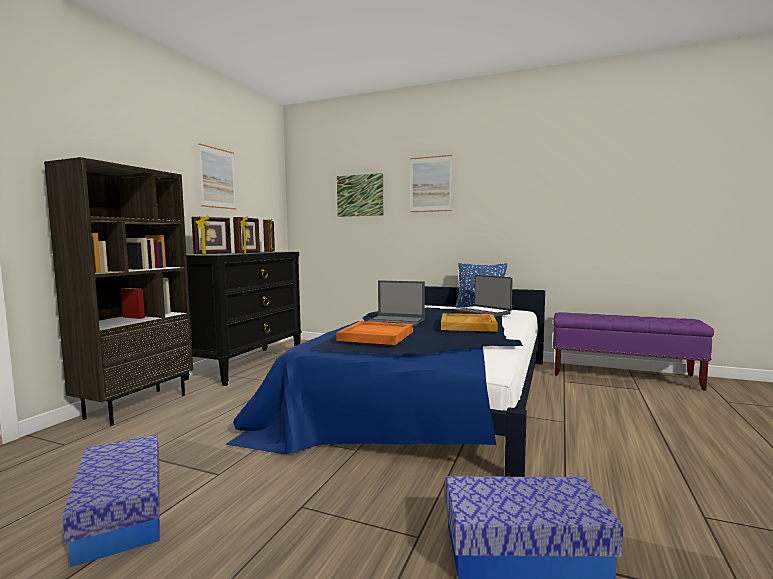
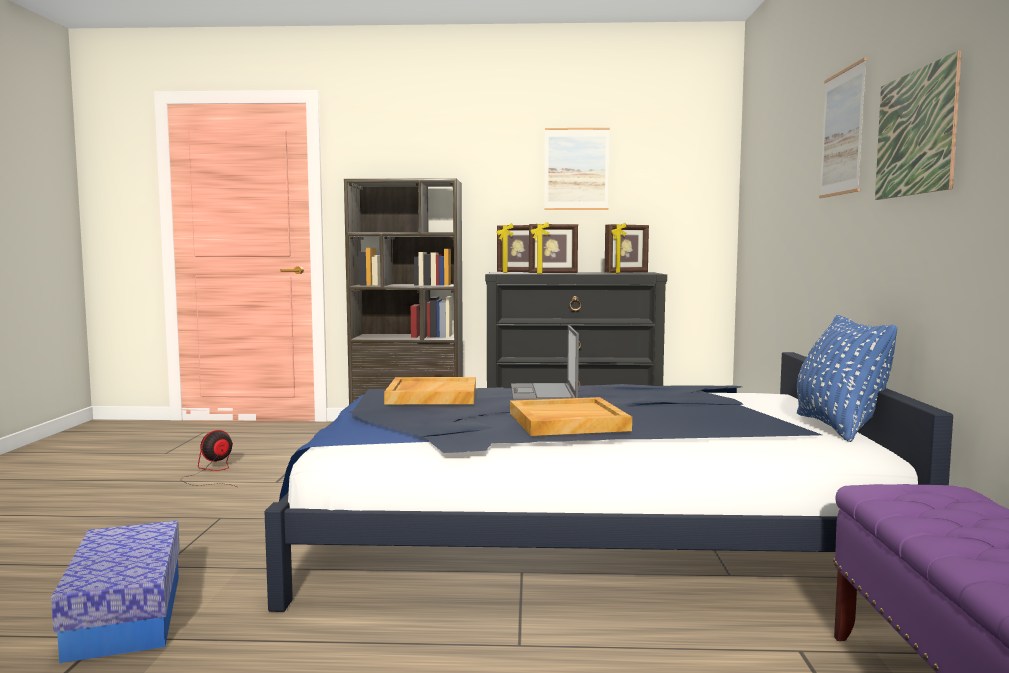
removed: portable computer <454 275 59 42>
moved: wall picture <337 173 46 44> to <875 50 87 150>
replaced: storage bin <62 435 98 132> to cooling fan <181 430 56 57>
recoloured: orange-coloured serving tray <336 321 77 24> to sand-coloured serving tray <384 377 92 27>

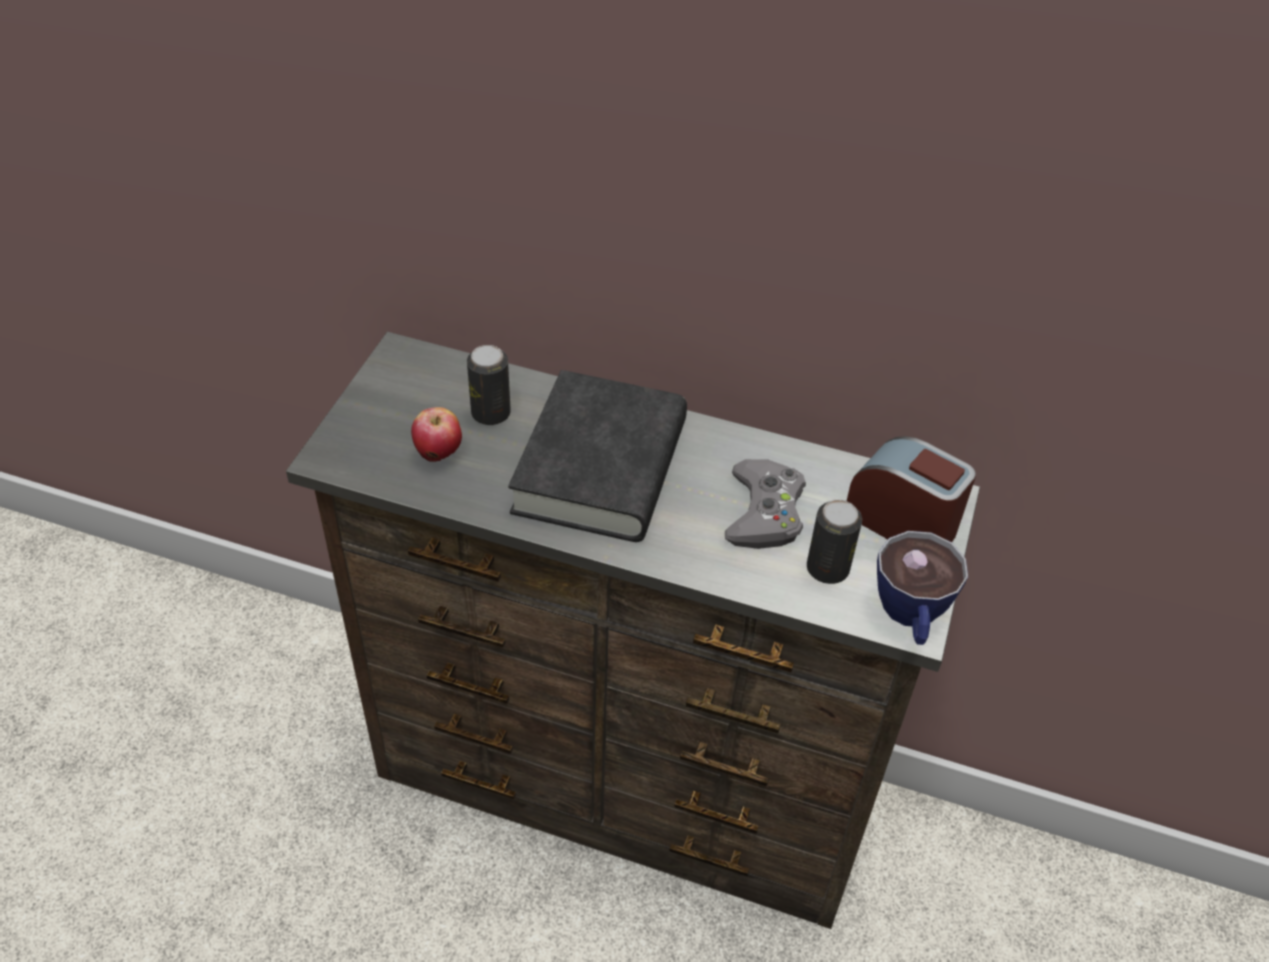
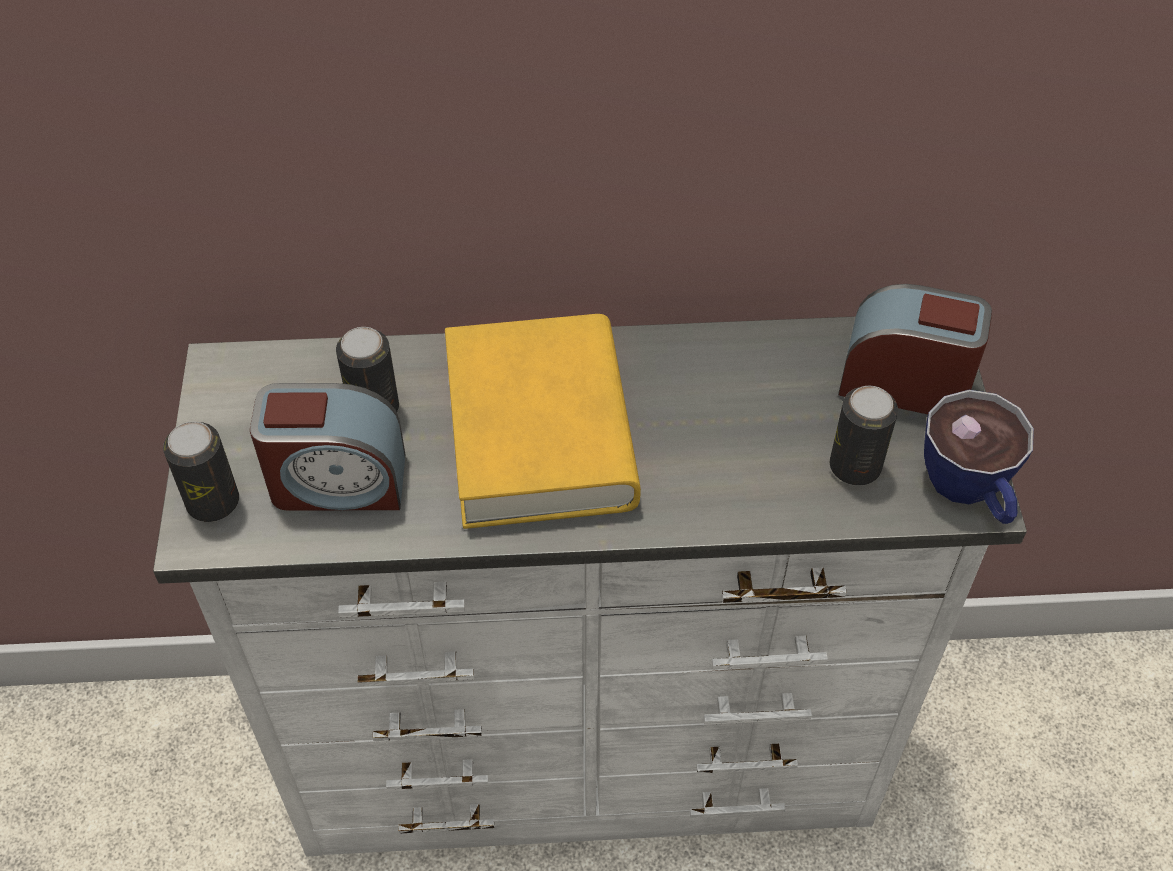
removed: greyish joypad <725 459 81 90>
added: can <163 421 76 101>
replaced: apple fruit <411 407 51 55> to bedside clock <250 383 155 127>
recoloured: brownish chest of drawers <286 332 694 597> to white-coloured chest of drawers <153 316 874 541>; blackish book <508 370 179 172> to yellow book <445 314 196 215>

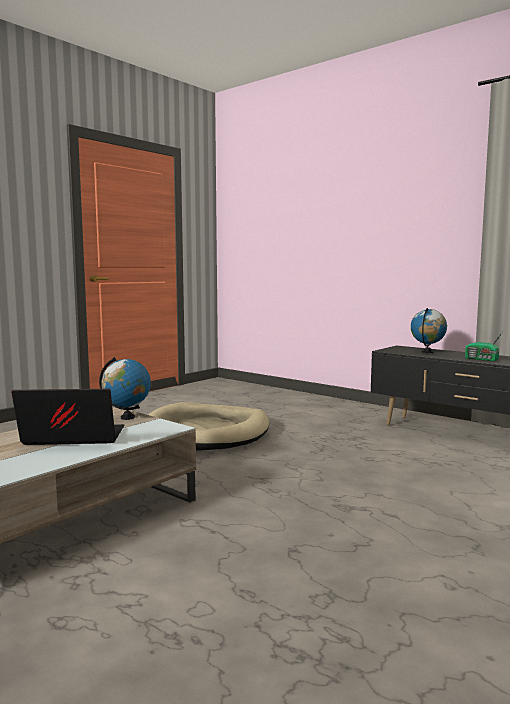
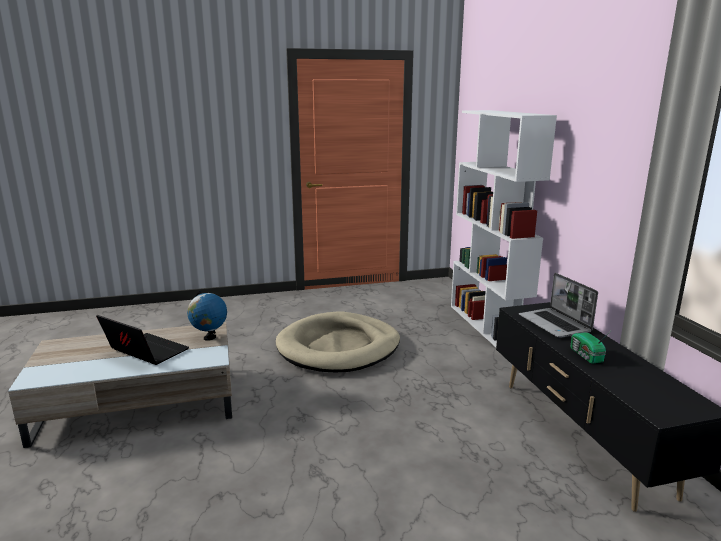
added: white-coloured shelving unit <451 110 106 237>
replaced: world globe <411 308 36 45> to portable computer <519 273 79 65>

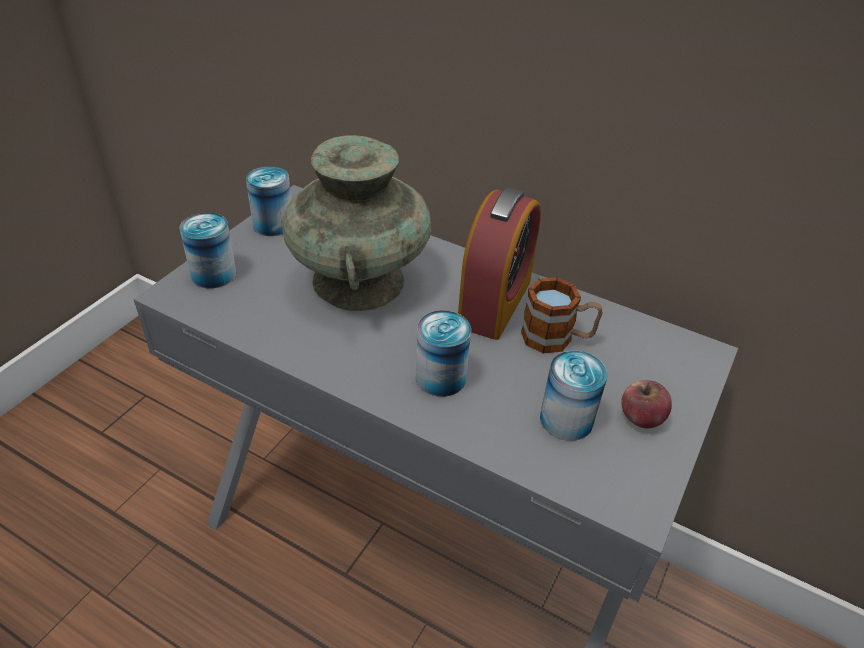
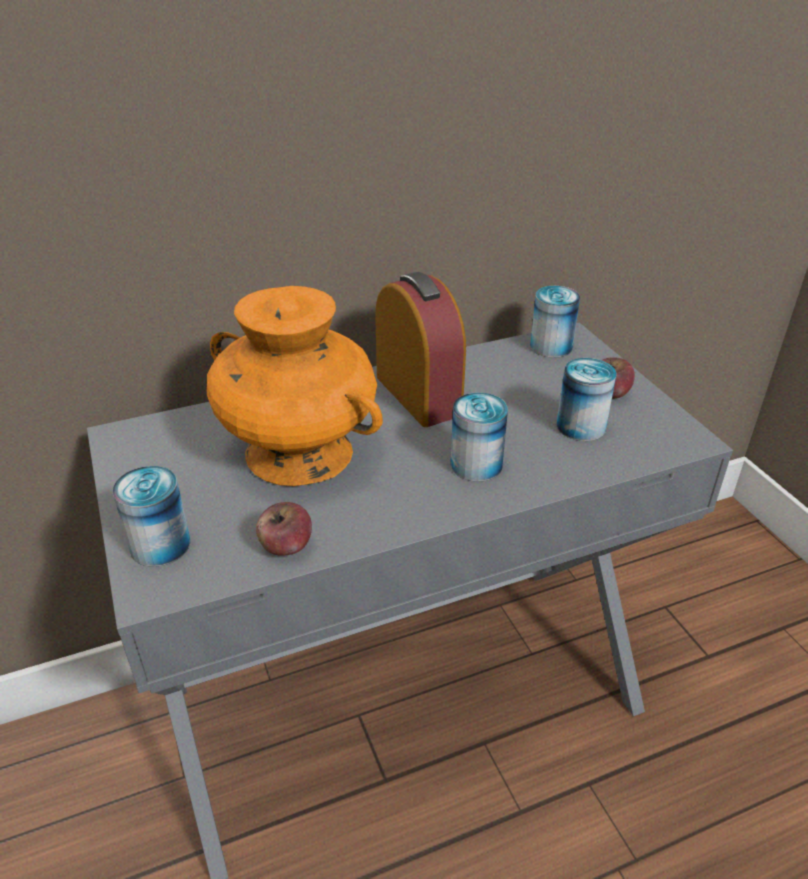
removed: tea mug <521 277 82 76>
added: apple fruit <256 502 56 54>
moved: can <246 167 45 69> to <530 286 50 71>
recoloured: blue-green vase <282 135 149 176> to orange-coloured vase <207 286 176 200>

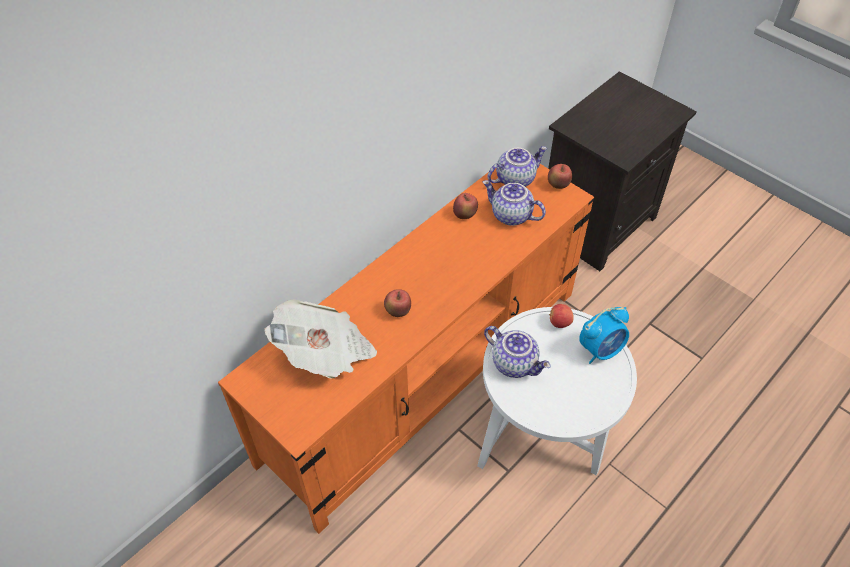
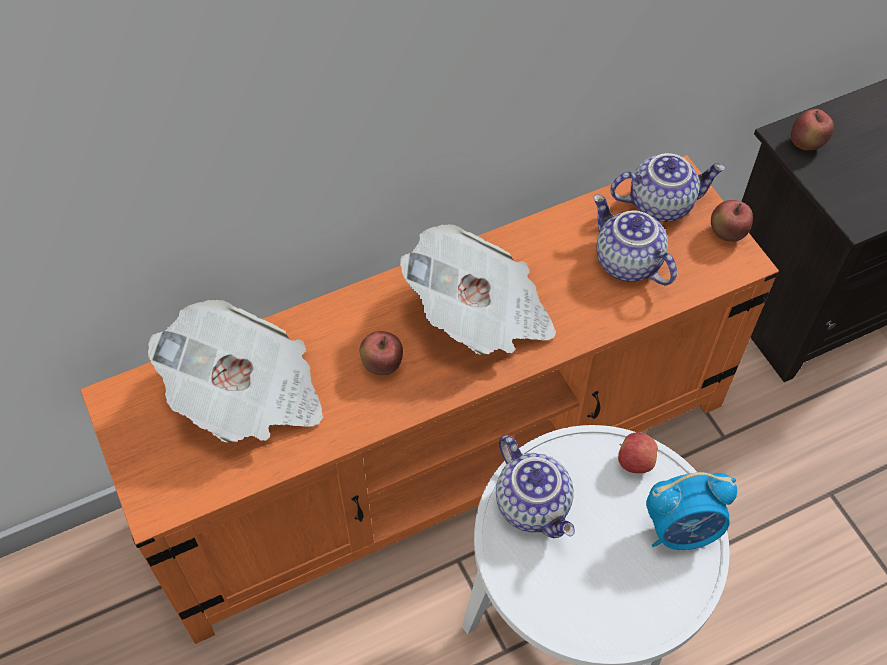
added: newspaper <400 224 156 132>
moved: apple fruit <453 193 25 26> to <791 109 43 41>

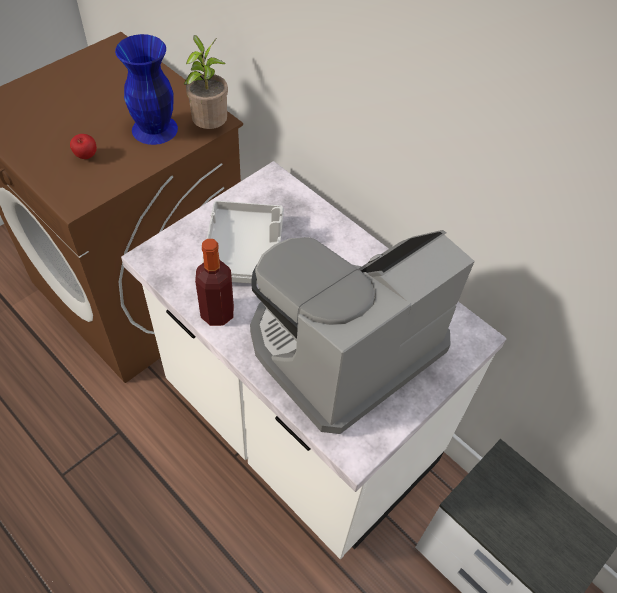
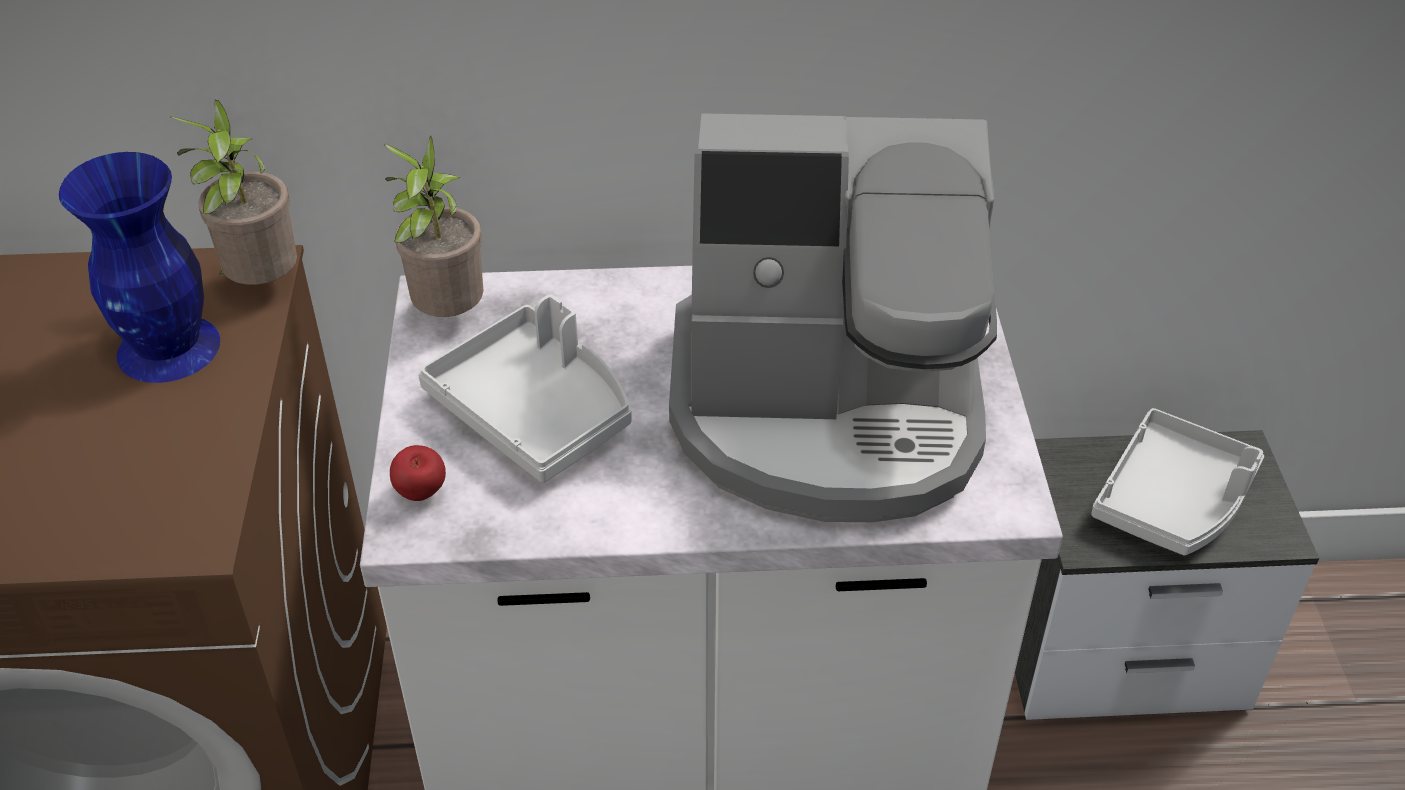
removed: drink bottle <195 239 39 87>
added: plant in a pot <384 136 100 181>; greyish serving tray <1091 408 173 148>
moved: apple fruit <70 134 27 25> to <390 445 56 56>
turned: coffee machine <250 230 225 204> = <669 113 328 409> 90 degrees counterclockwise

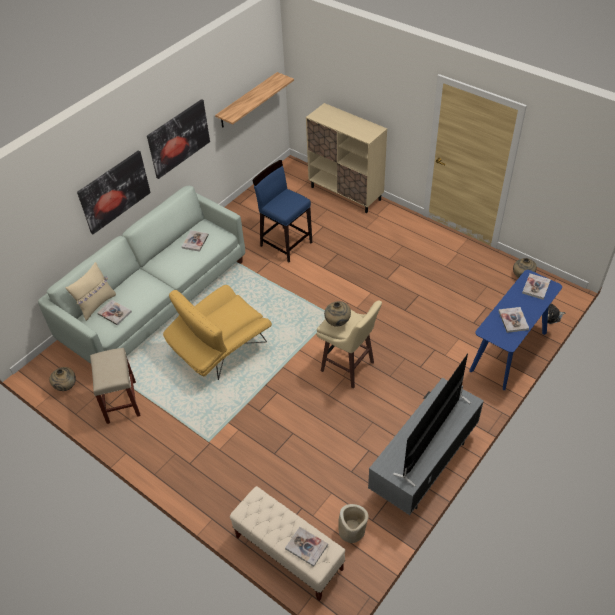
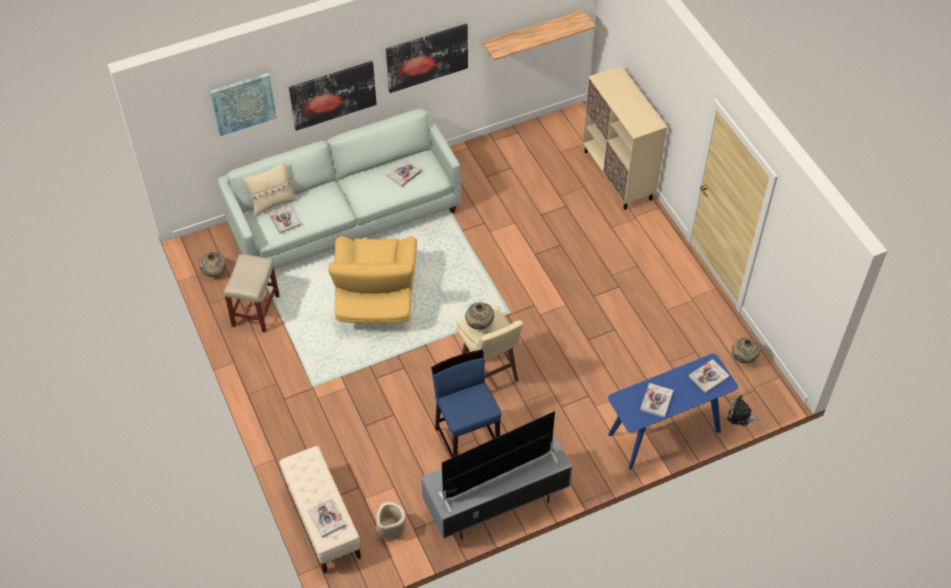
added: wall picture <210 73 67 63>
moved: bluish sitting stool <252 160 60 102> to <431 350 70 108>
turned: yellow armchair <163 285 109 95> = <328 236 89 87> 75 degrees counterclockwise

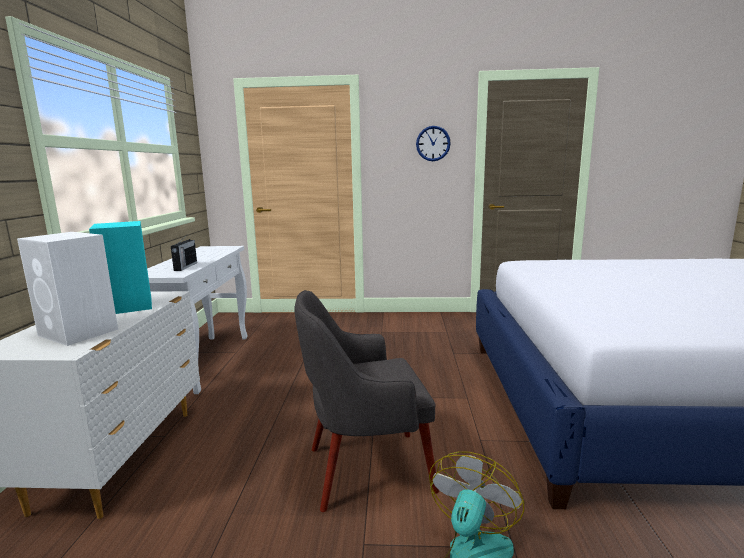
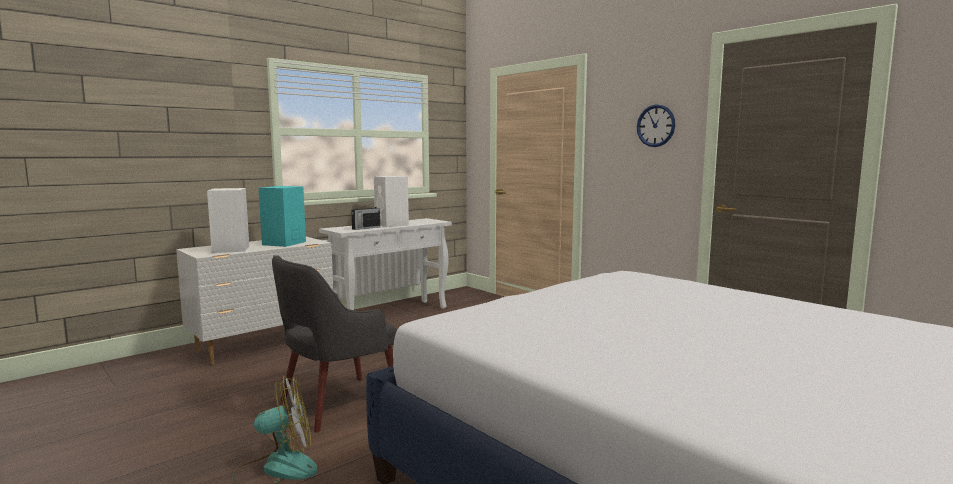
added: white-coloured loudspeaker <374 176 35 51>
turned: greyish armchair <294 290 145 222> = <272 255 125 178> 75 degrees counterclockwise

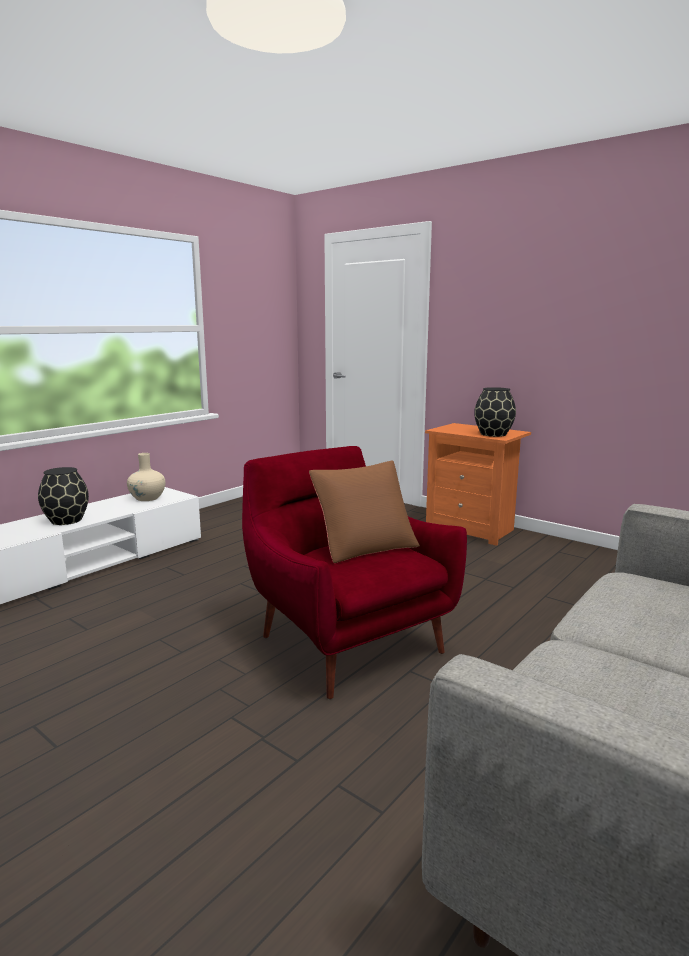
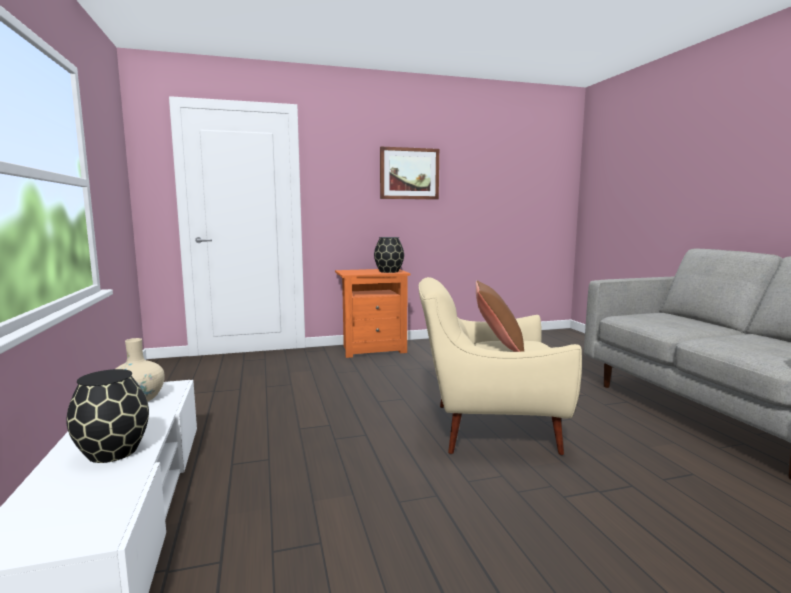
added: wall picture <380 147 59 52>
recoloured: red-coloured armchair <242 446 225 253> to sand-coloured armchair <419 277 163 178>

